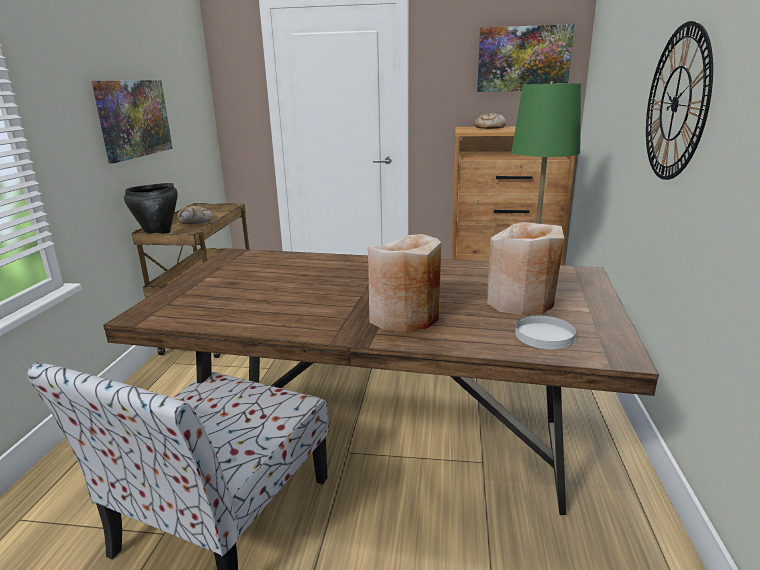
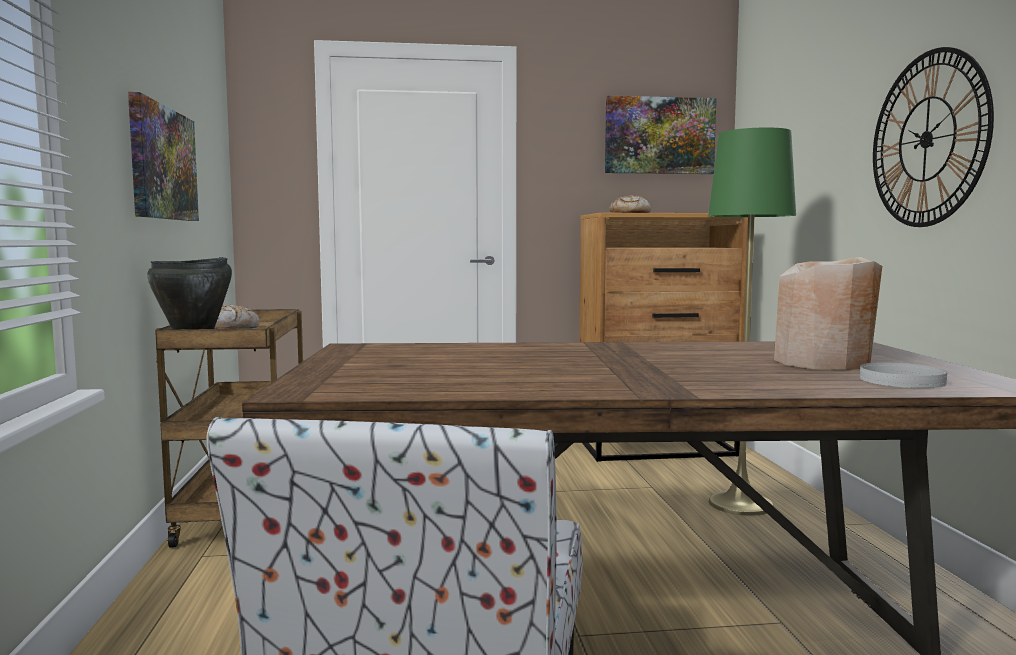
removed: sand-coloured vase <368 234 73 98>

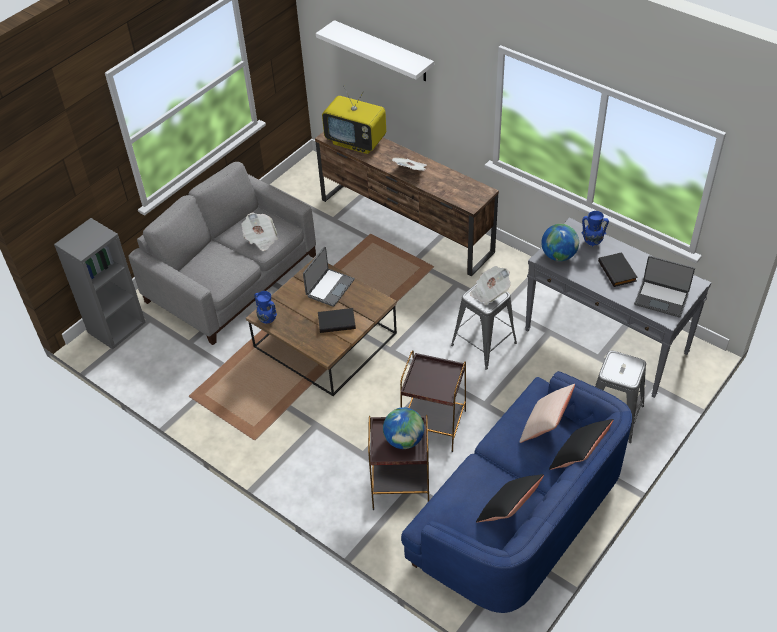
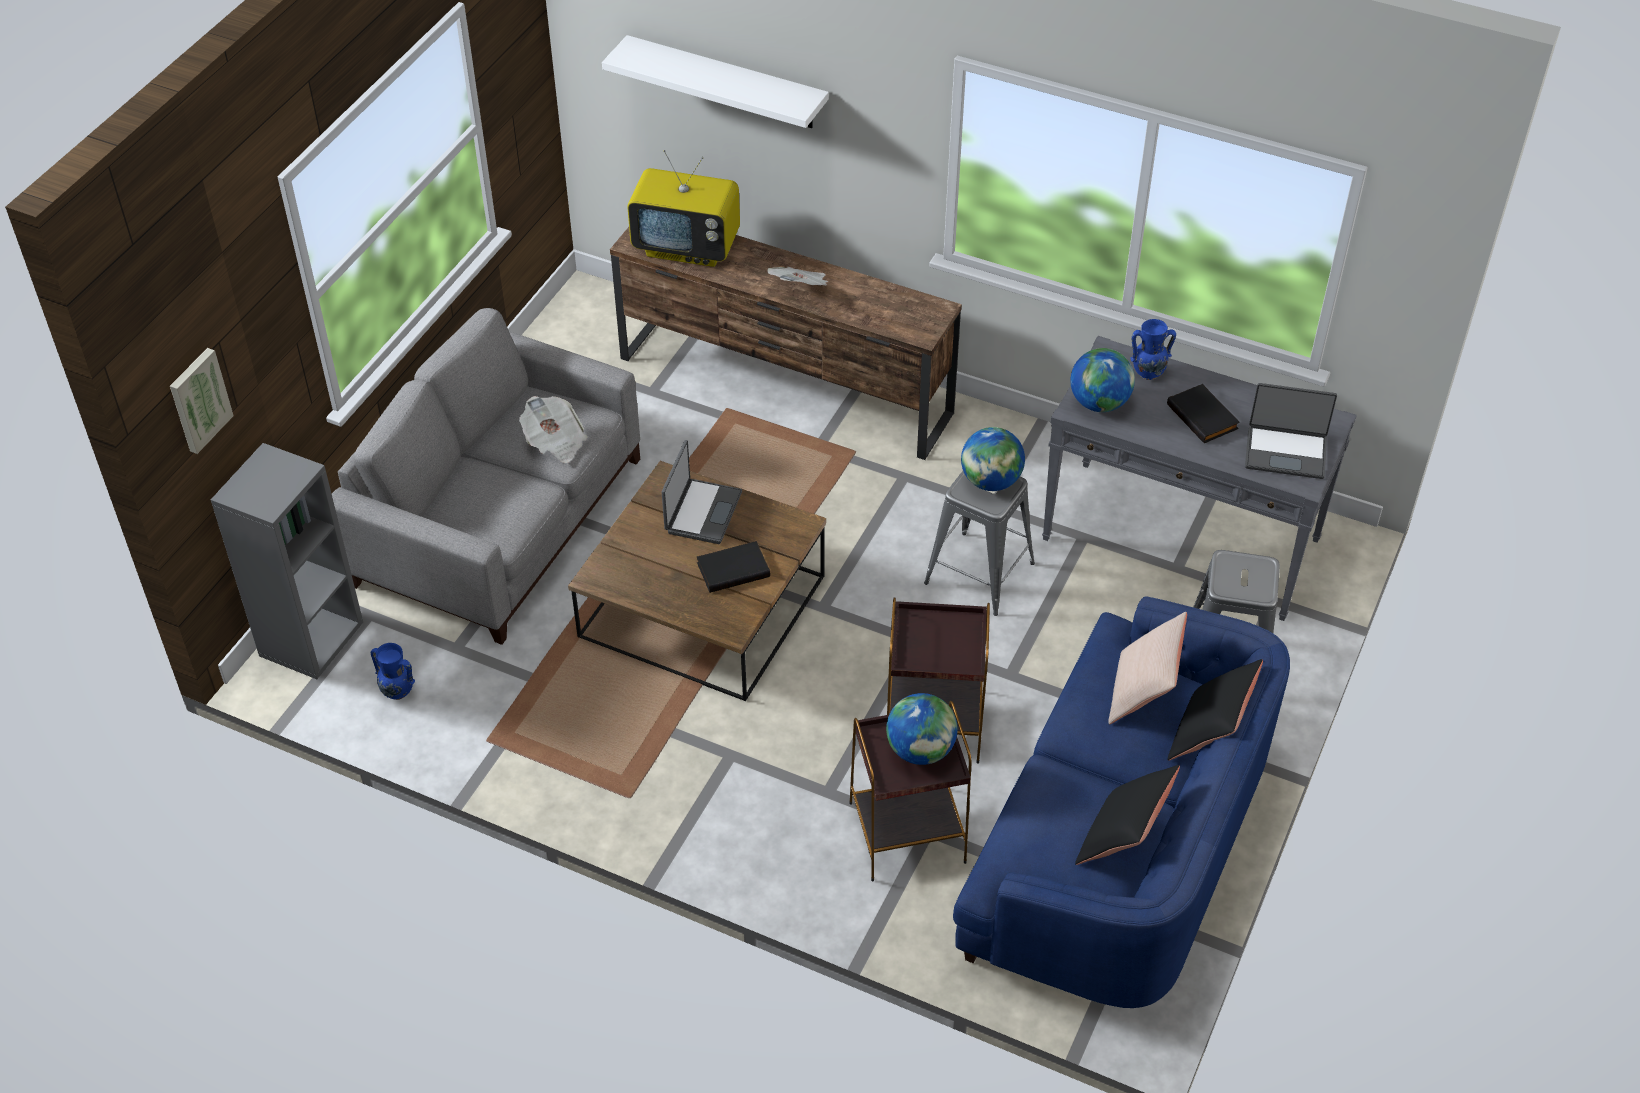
added: wall picture <170 348 64 106>
moved: bluish vase <254 291 23 33> to <371 643 44 57>
replaced: newspaper <470 266 41 39> to world globe <961 427 64 64>

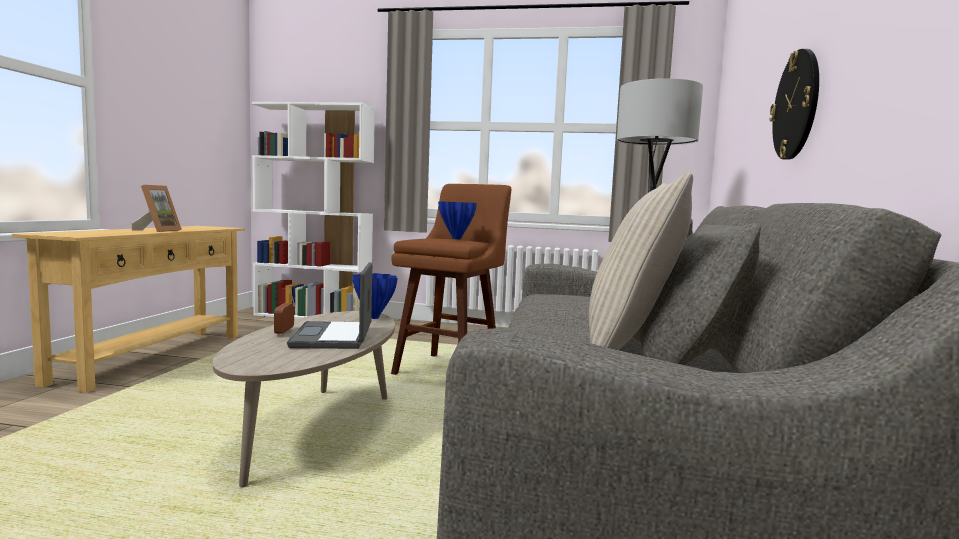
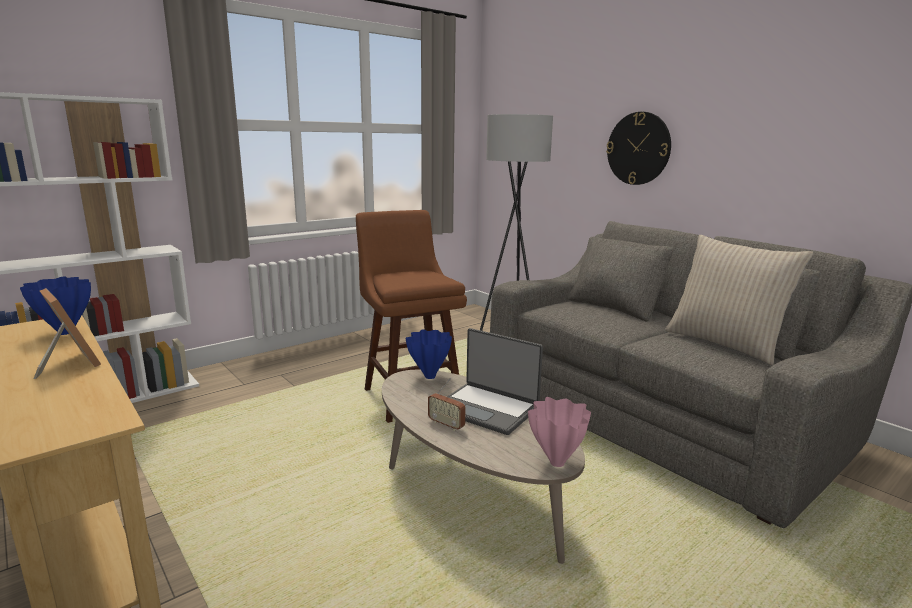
added: pinkish vase <528 397 63 70>
moved: bluish vase <438 201 39 38> to <20 276 71 59>

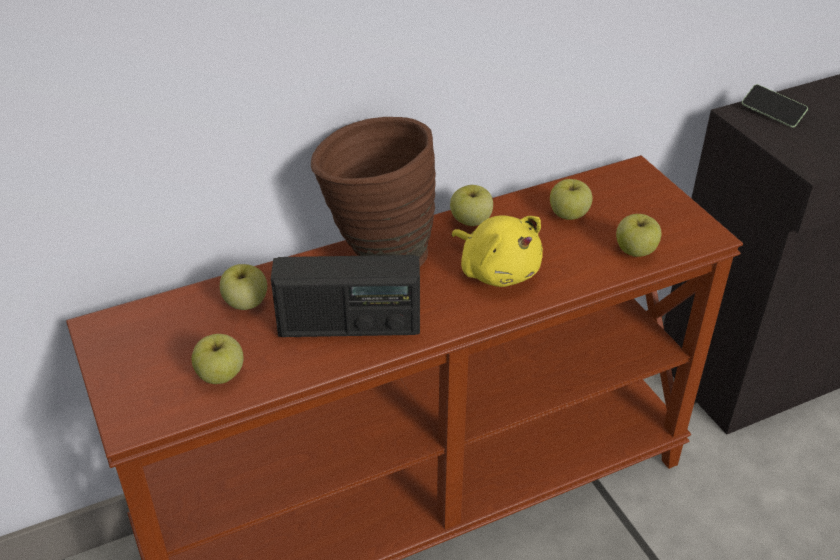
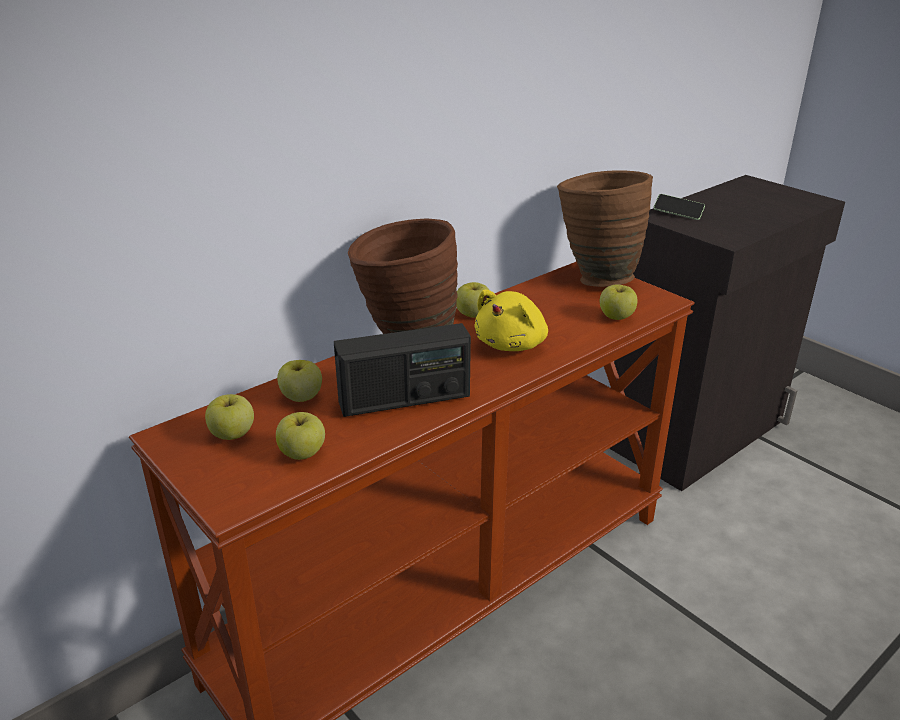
added: brownish vase <557 170 96 117>
moved: apple fruit <550 179 42 41> to <205 394 49 46>
turned: yellow plush toy <452 215 91 72> = <474 289 74 62> 90 degrees clockwise

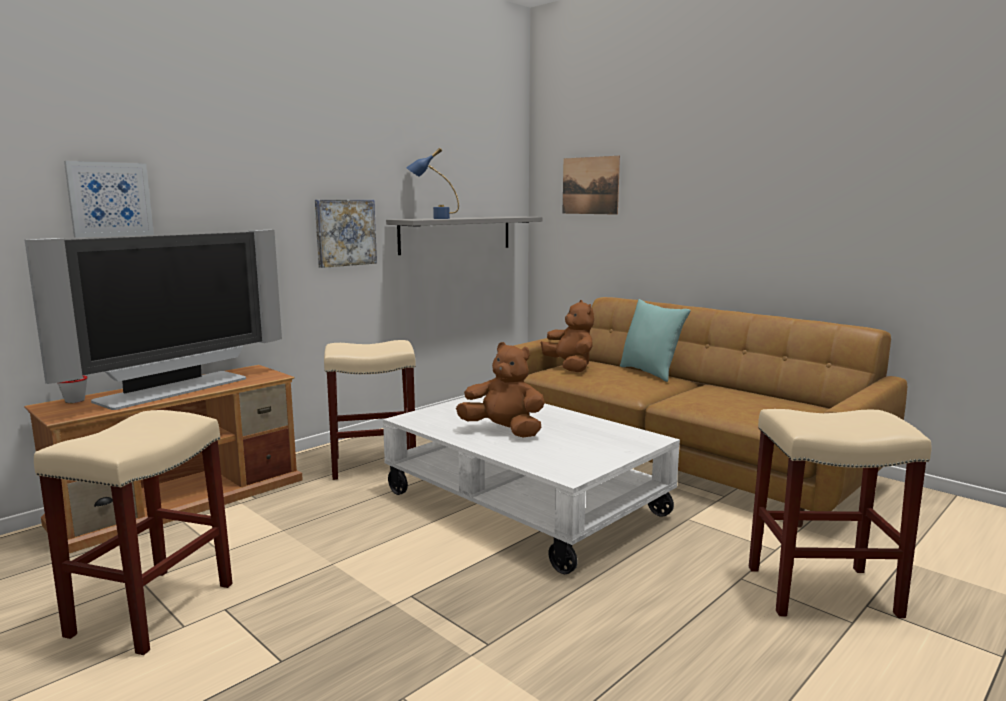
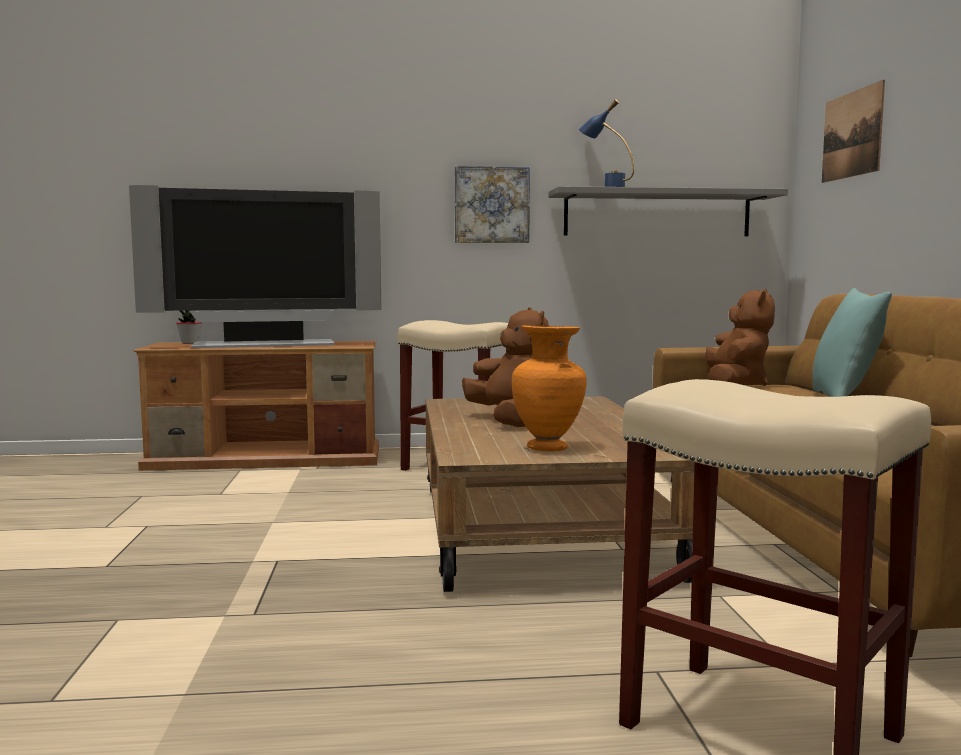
removed: sand-coloured sitting stool <34 410 199 245>; wall picture <64 161 90 77>
added: orange-coloured vase <512 325 74 126>
recoloured: white-coloured low table <383 395 297 179> to brownish low table <426 396 269 196>

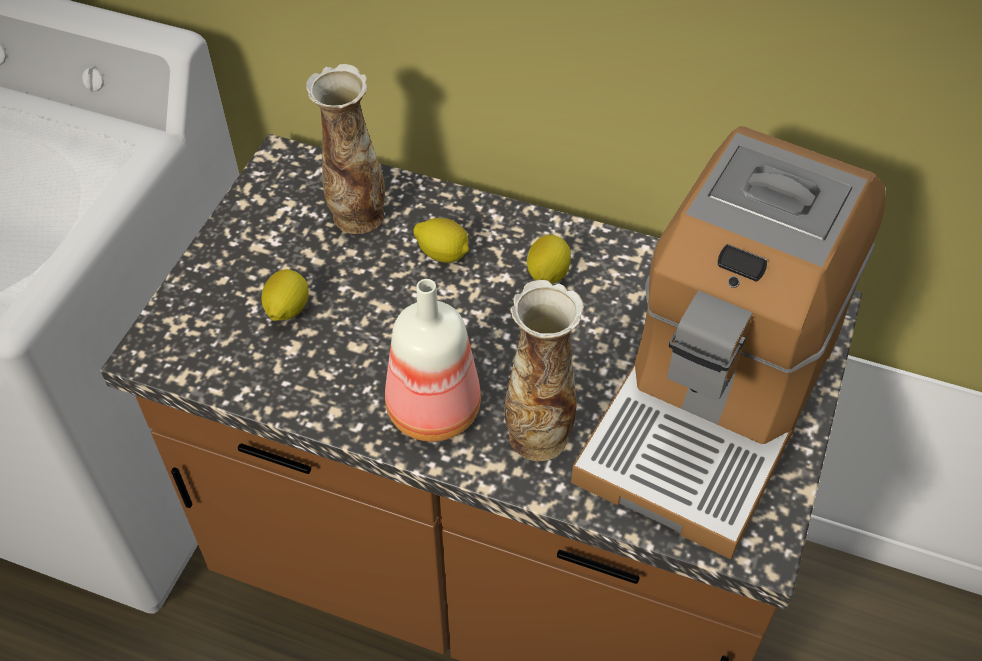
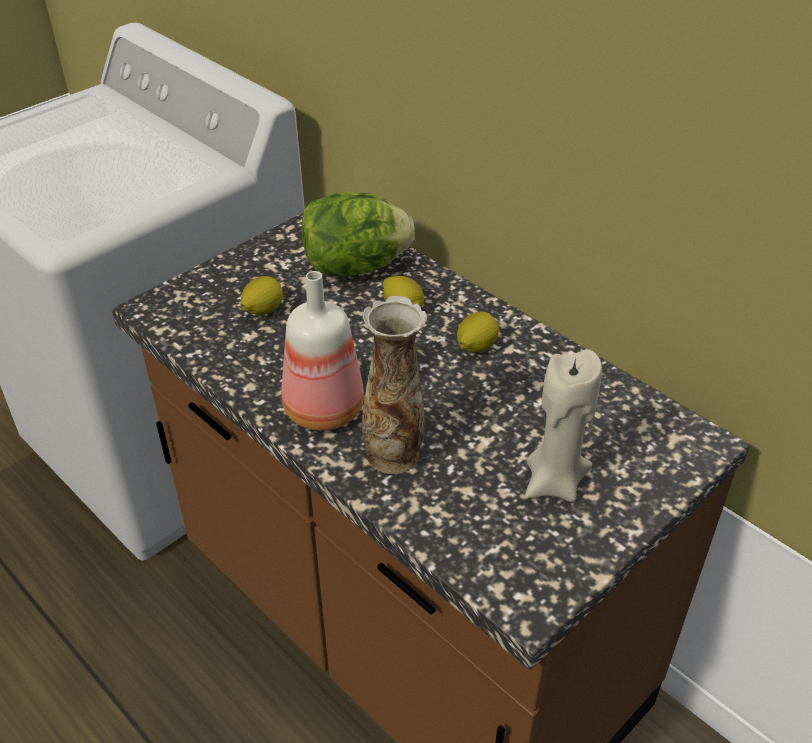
replaced: vase <306 64 79 170> to lettuce <302 191 113 86>; coffee machine <571 126 314 433> to sand-coloured wax candle <525 349 77 153>

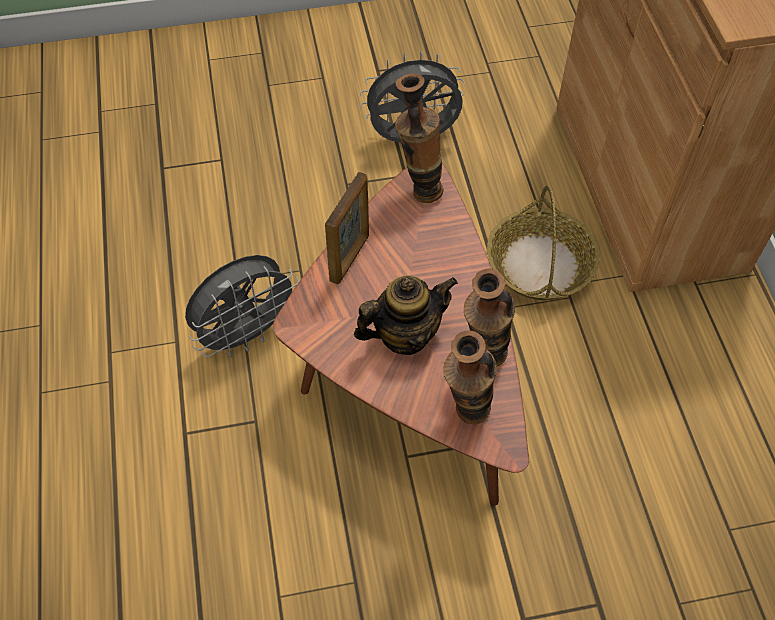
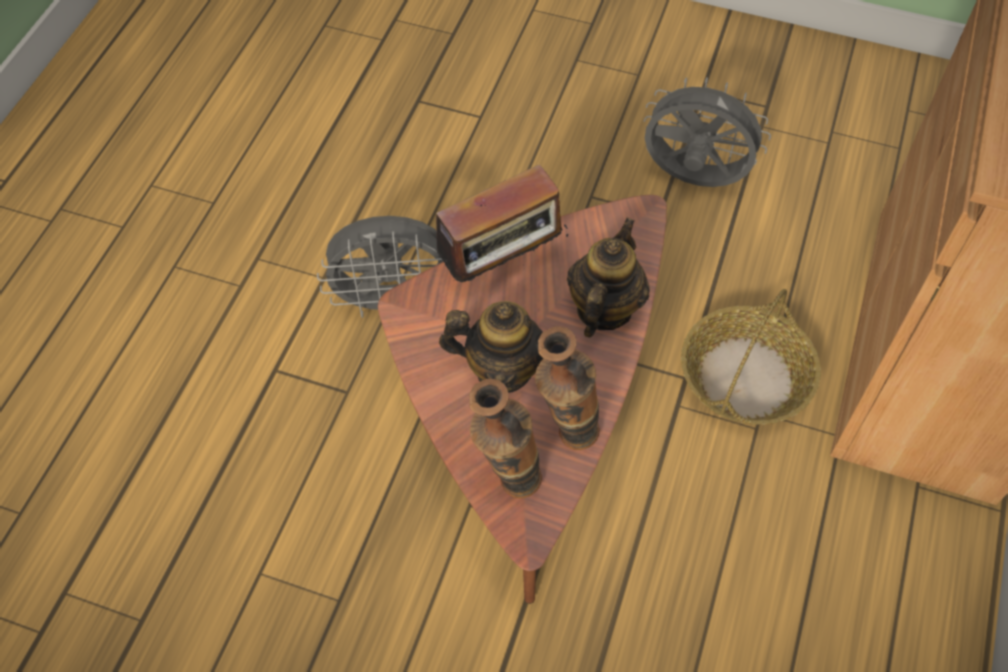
removed: vase <395 73 48 130>
added: pot for tea <567 218 83 120>
replaced: picture frame <325 172 44 112> to radio set <436 164 133 122>

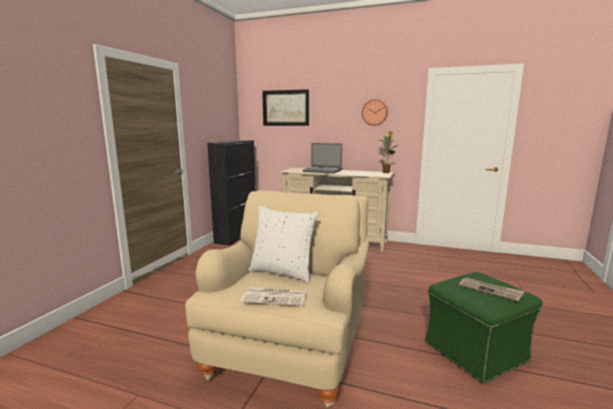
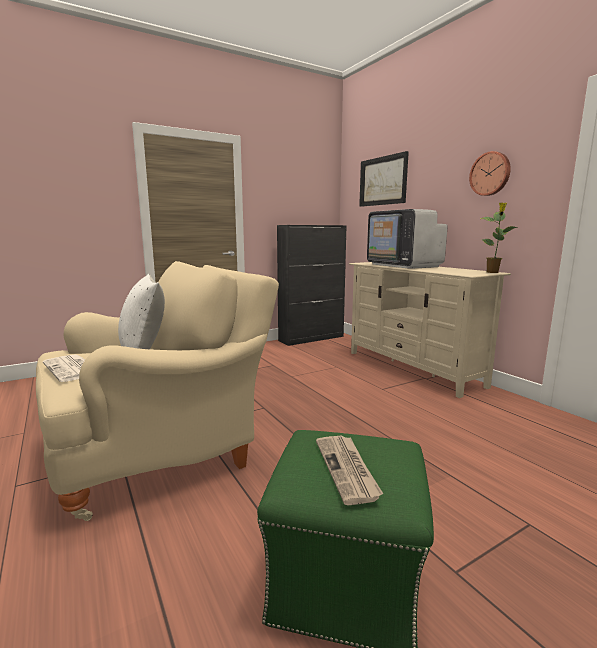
replaced: portable computer <302 143 40 31> to TV <367 209 81 59>

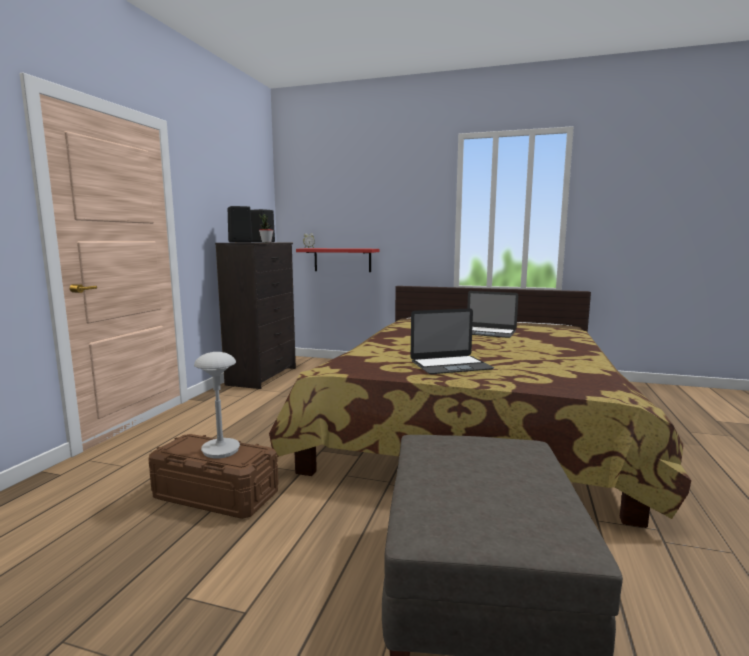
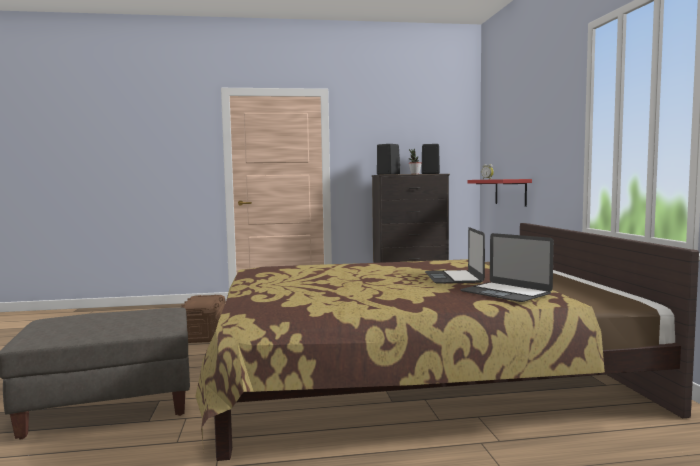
removed: greyish tabletop lamp <194 352 46 107>
moved: portable computer <411 308 83 66> to <460 233 94 69>

